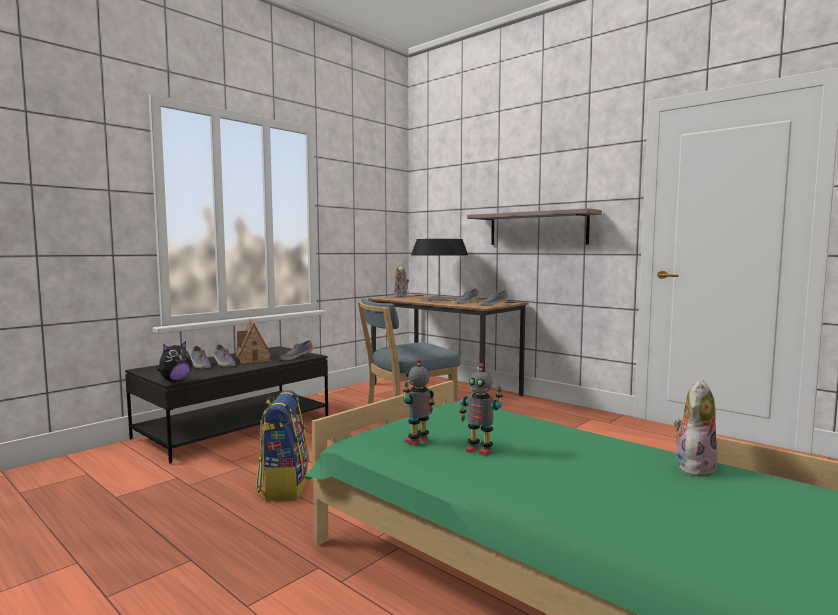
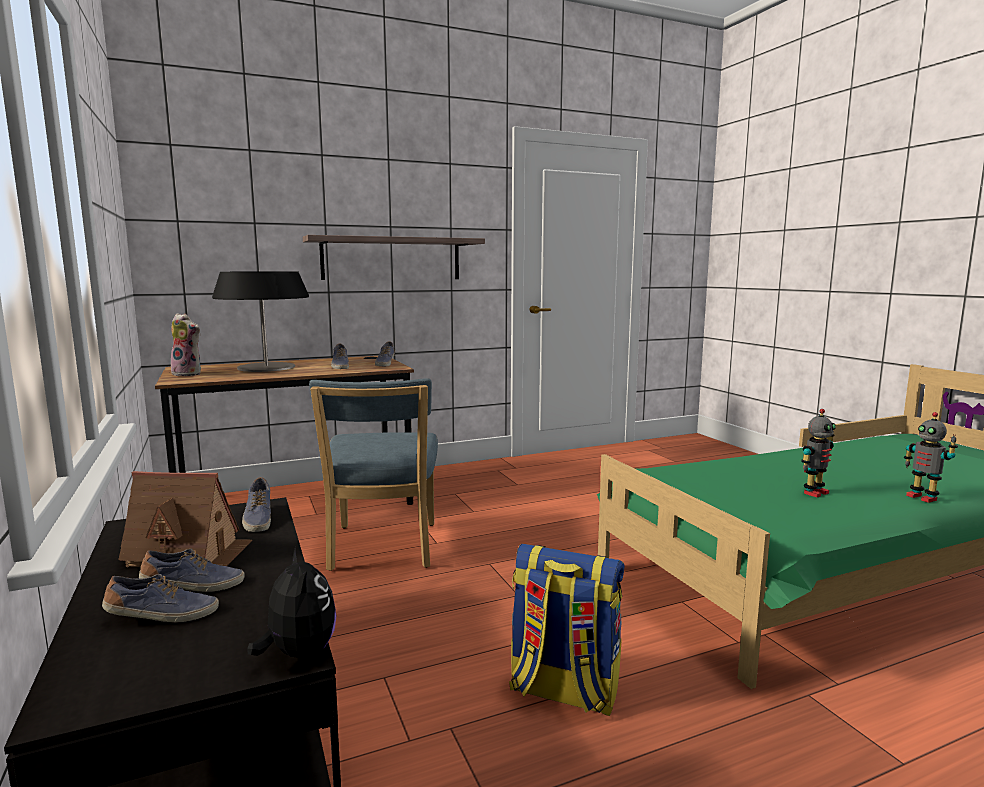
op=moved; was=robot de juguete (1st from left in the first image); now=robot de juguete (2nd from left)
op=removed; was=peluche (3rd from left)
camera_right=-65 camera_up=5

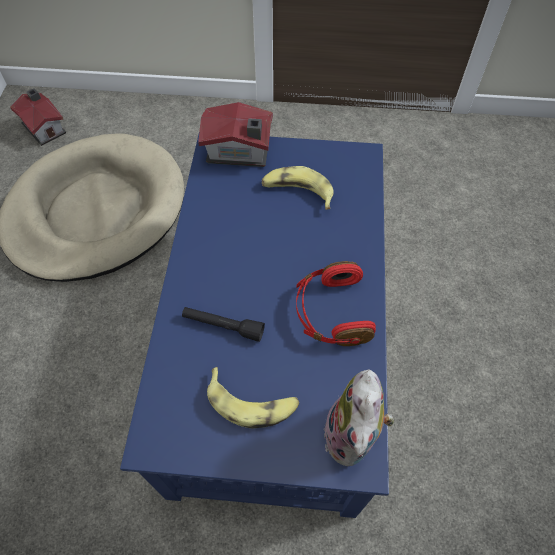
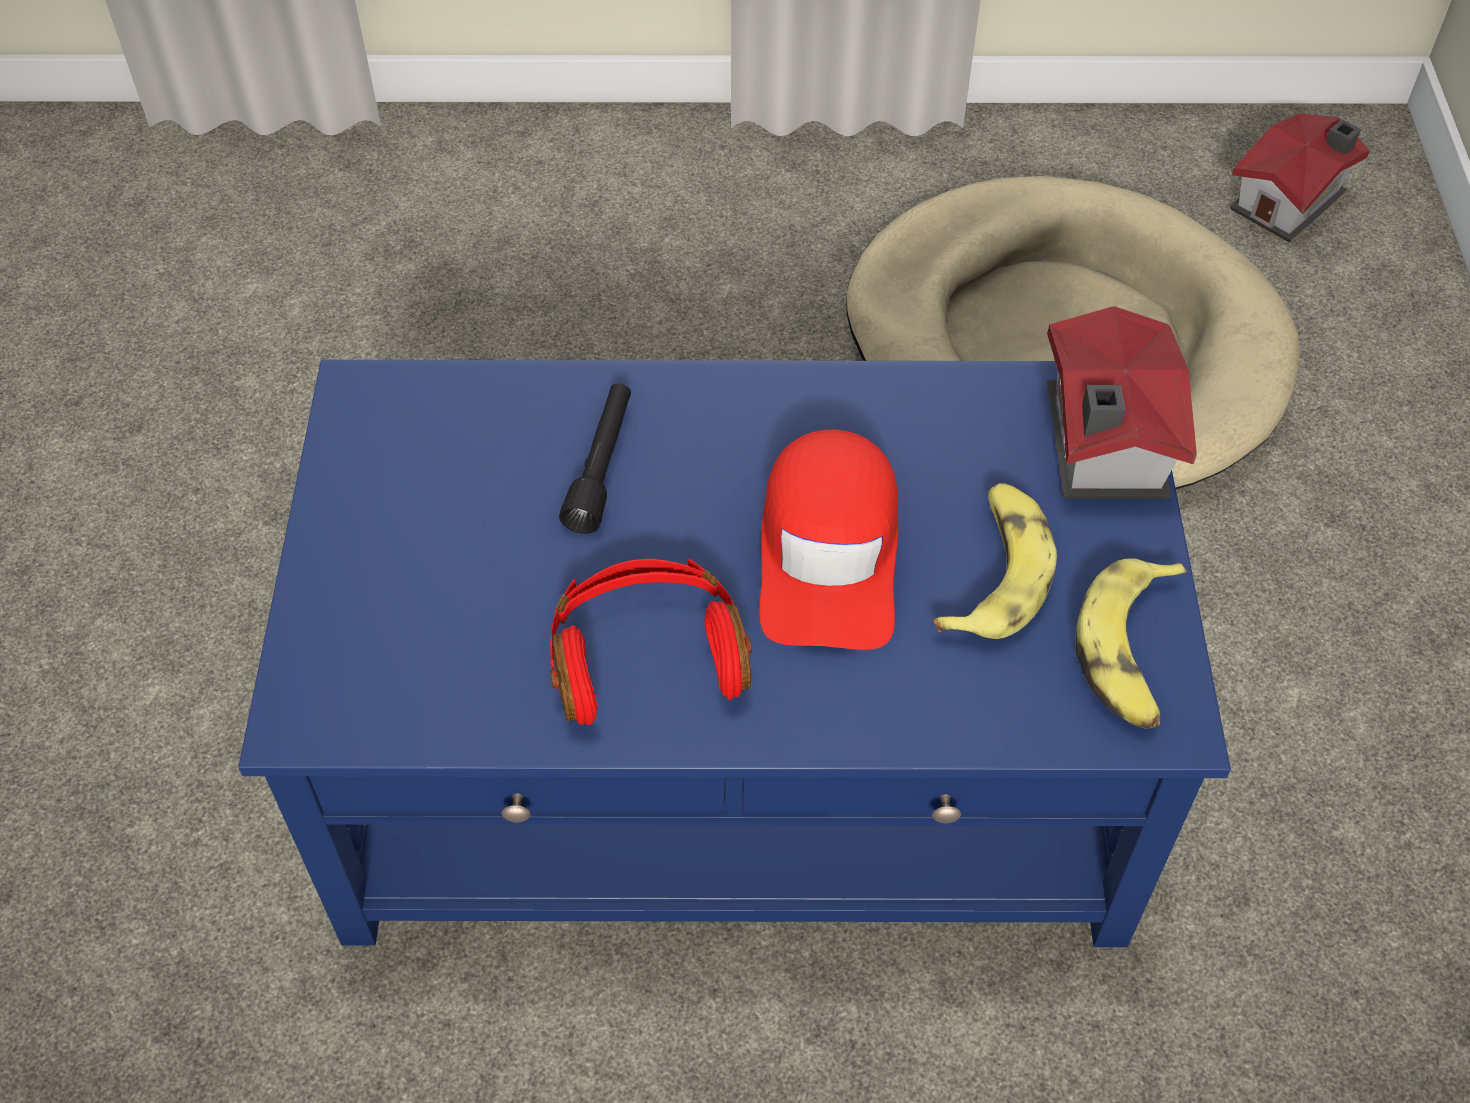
op=moved; was=plátano (1st from left in the first image); now=plátano (2nd from left)
op=removed; was=peluche
op=added; now=gorra/rojo
camera_right=85 camera_up=-5

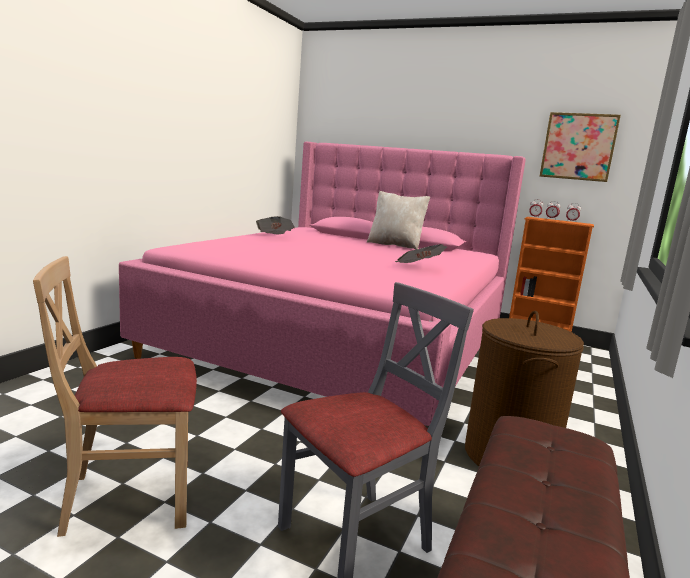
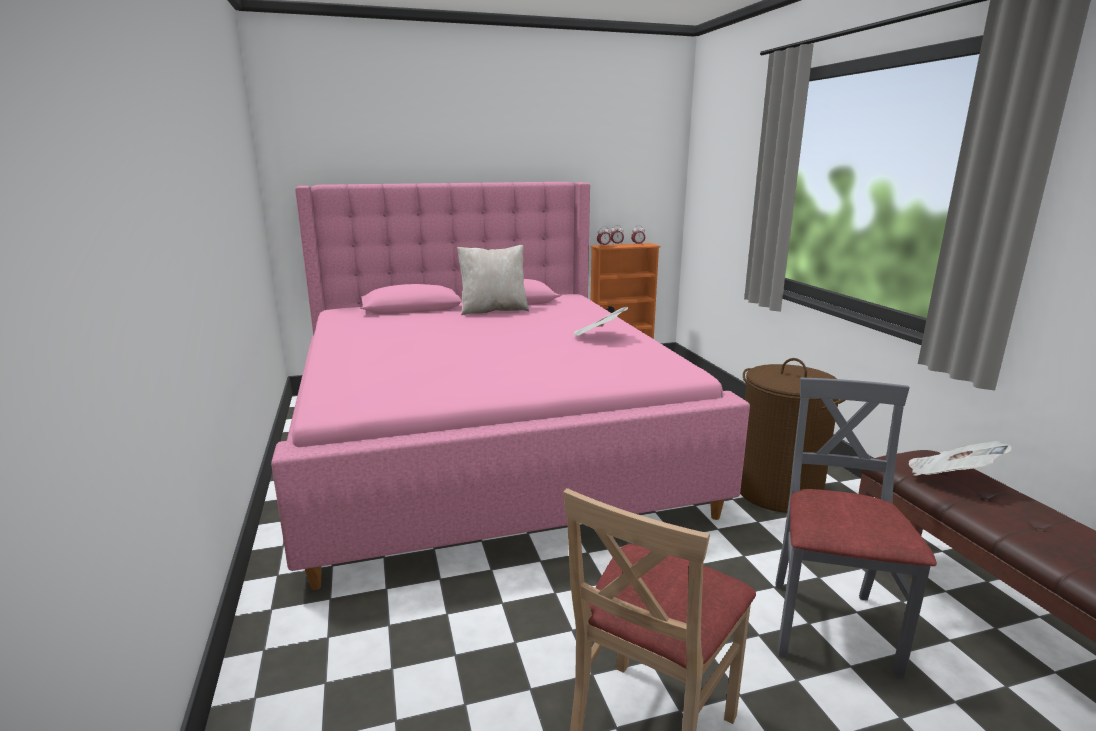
op=moved; was=periódico (1st from left in the first image); now=periódico (2nd from left)
op=removed; was=cuadro
camera_right=-40 camera_up=5

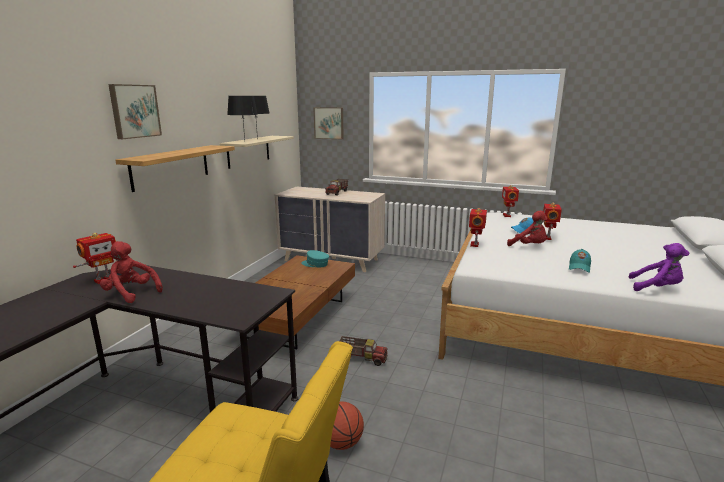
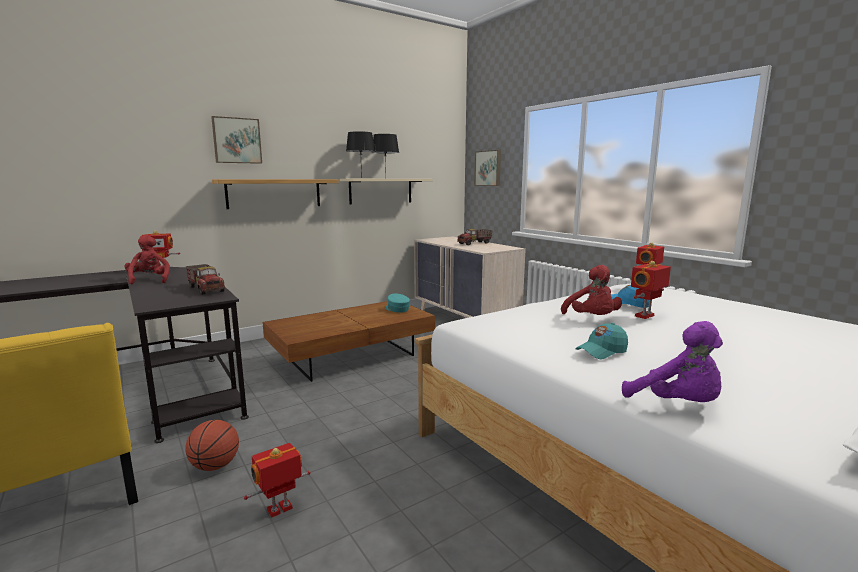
op=moved; was=camión de juguete (2nd from left in the first image); now=camión de juguete (1st from left)
op=moved; was=robot de juguete (2nd from left)
camera_right=35 camera_up=-5

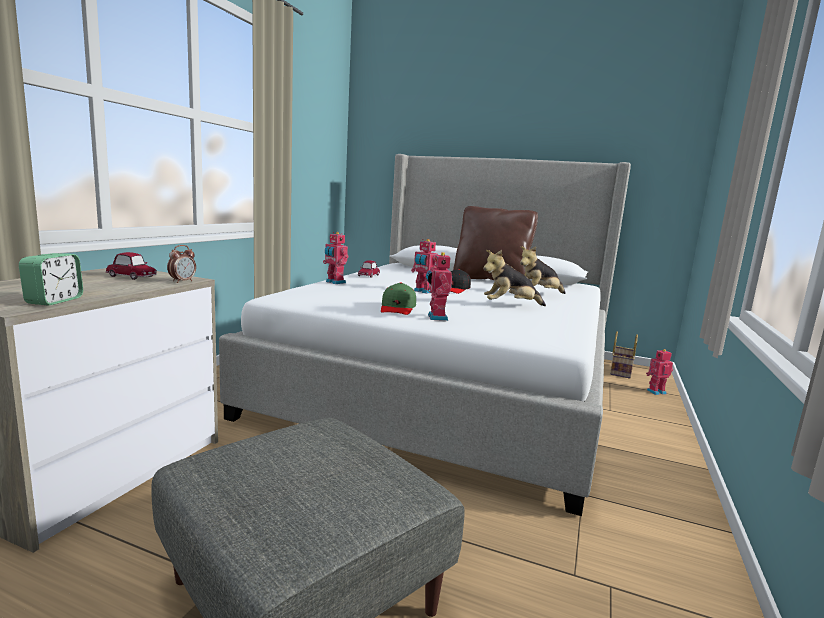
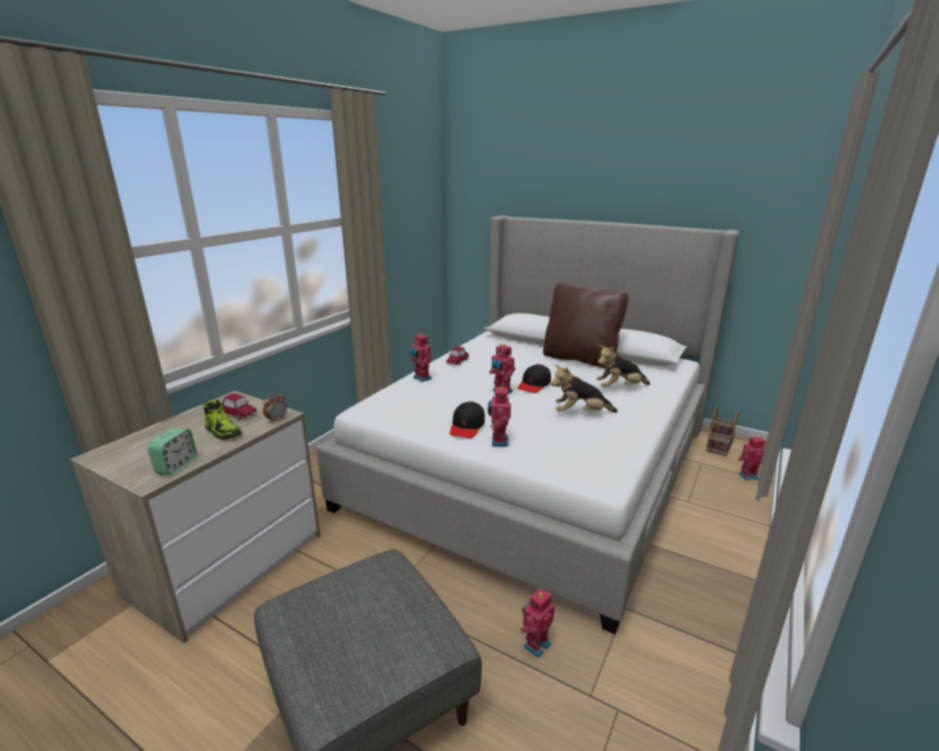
op=recoloured; was=gorra/verde; now=gorra/negro (1st from left)
op=added; now=zapato
op=added; now=robot de juguete (4th from left)
camera_right=10 camera_up=10

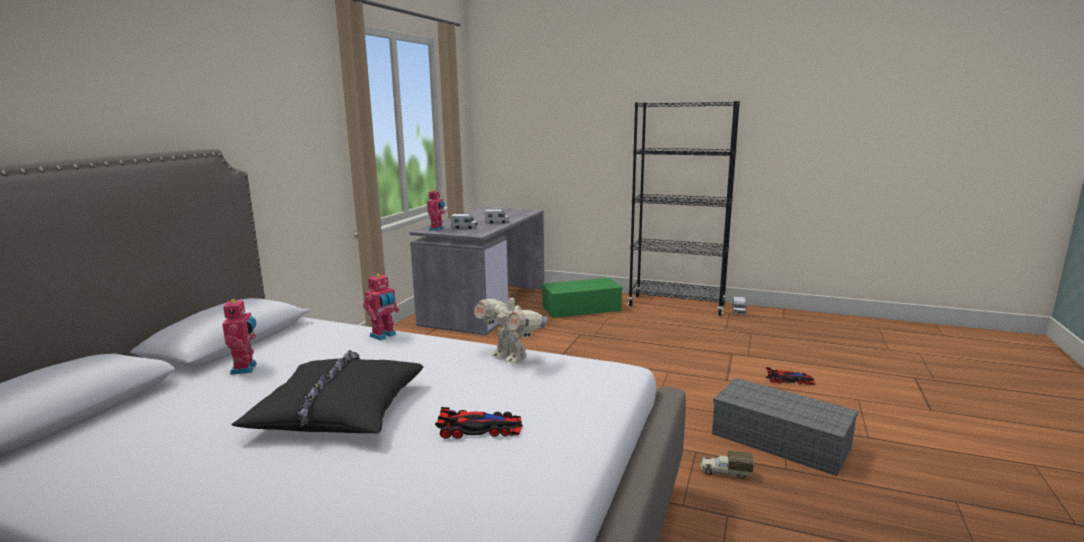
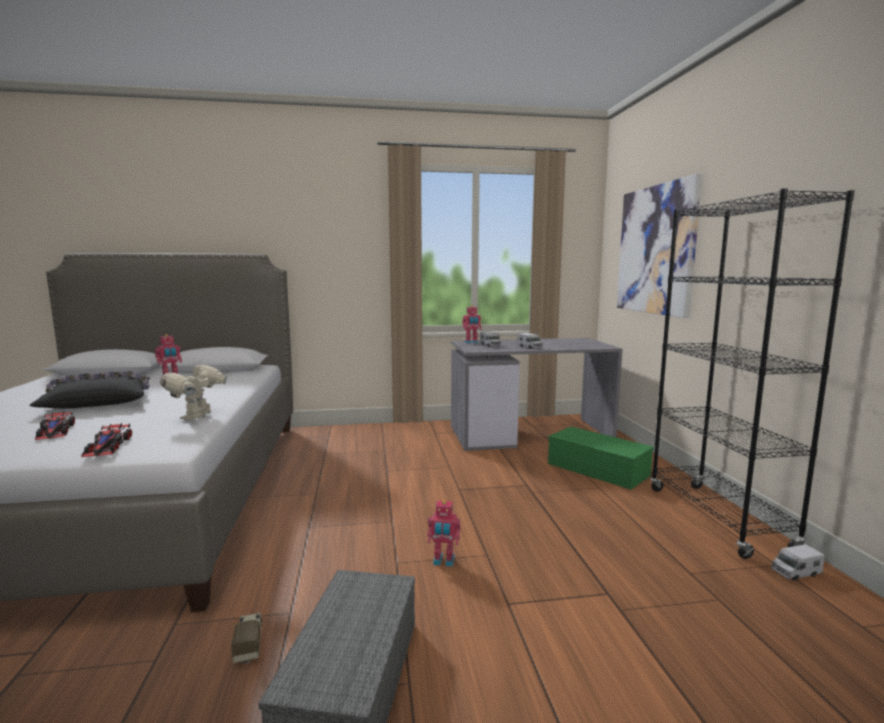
op=moved; was=robot de juguete (2nd from left in the first image); now=robot de juguete (3rd from left)
op=moved; was=coche de juguete (2nd from left)
op=added; now=cuadro
camera_right=60 camera_up=-5

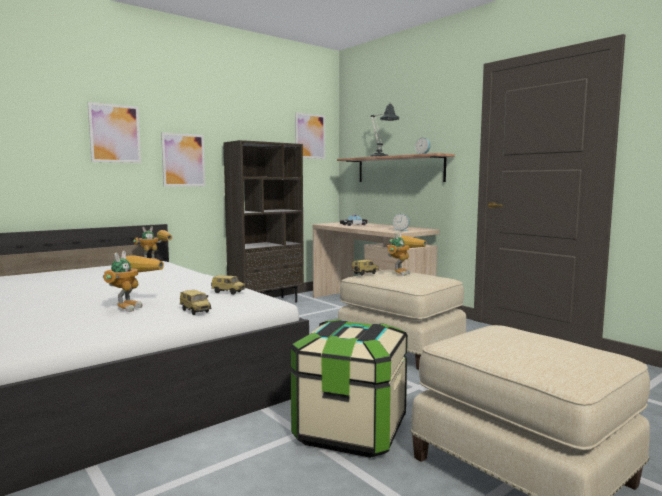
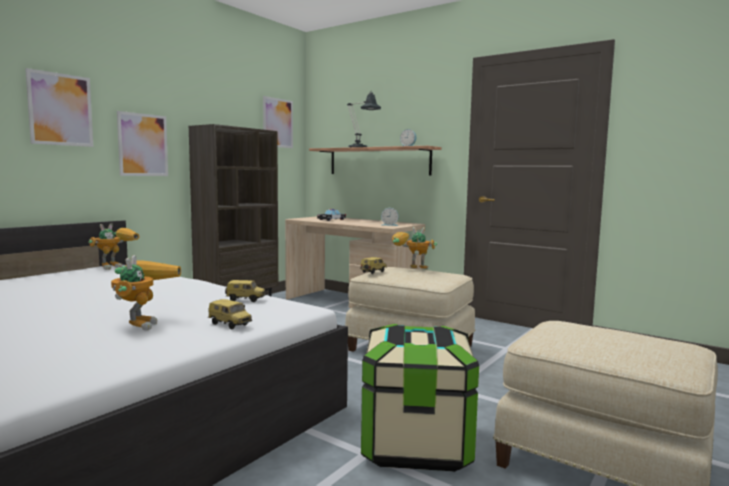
op=turned; was=robot de juguete (3rd from left); clockwise=-90
camera_right=-15 camera_up=0

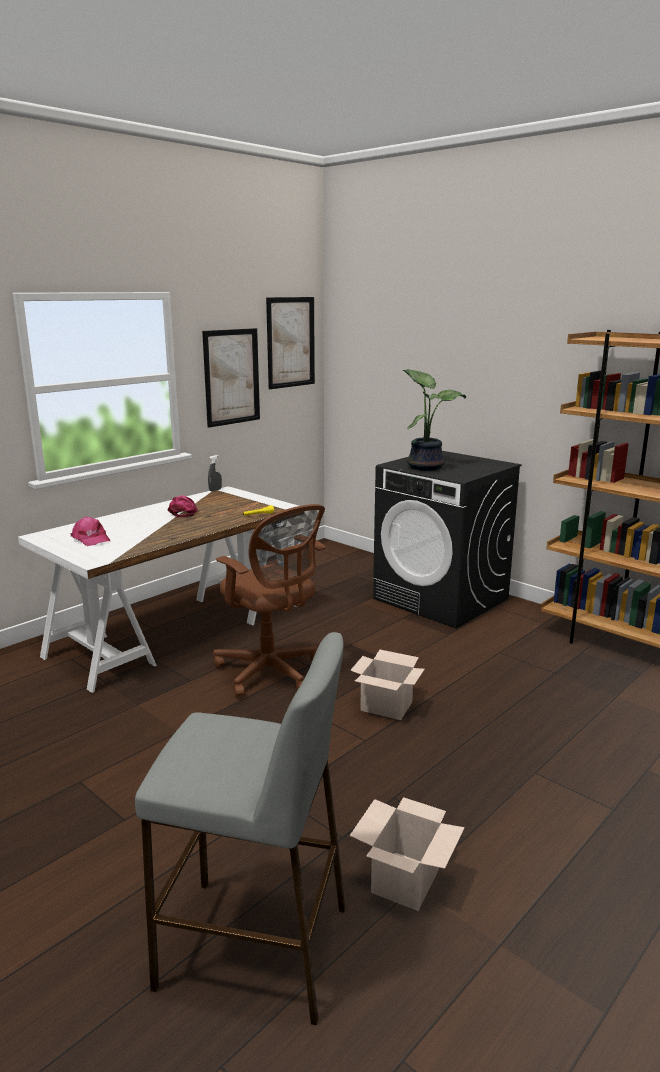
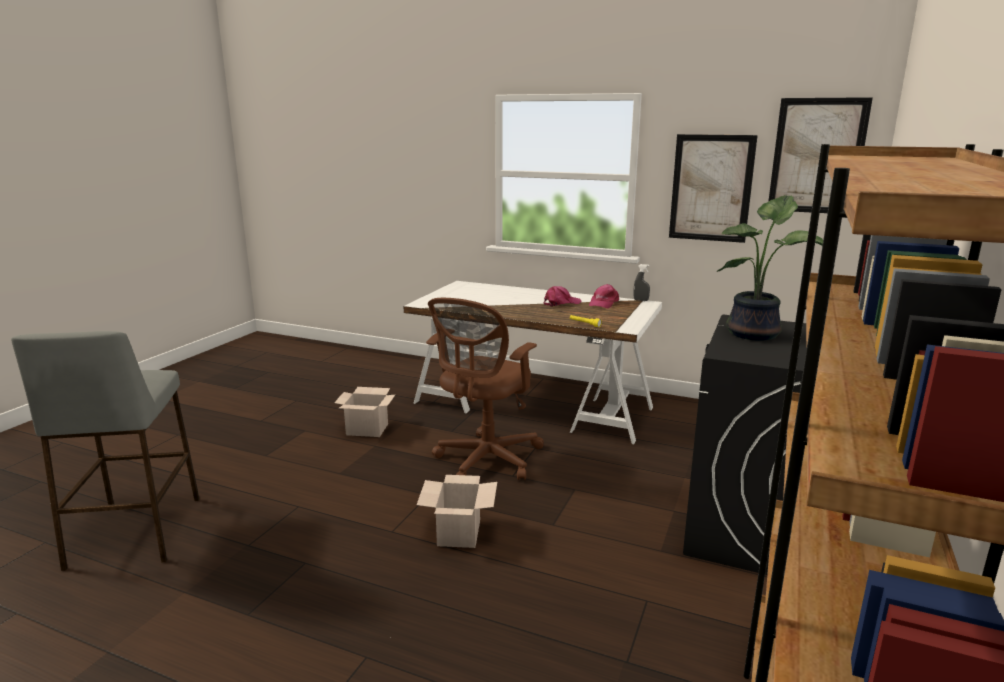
op=moved; was=gorra/rosa (1st from left in the first image); now=gorra/rosa (2nd from left)
op=moved; was=caja de cartón (2nd from left in the first image); now=caja de cartón (1st from left)
camera_right=70 camera_up=0

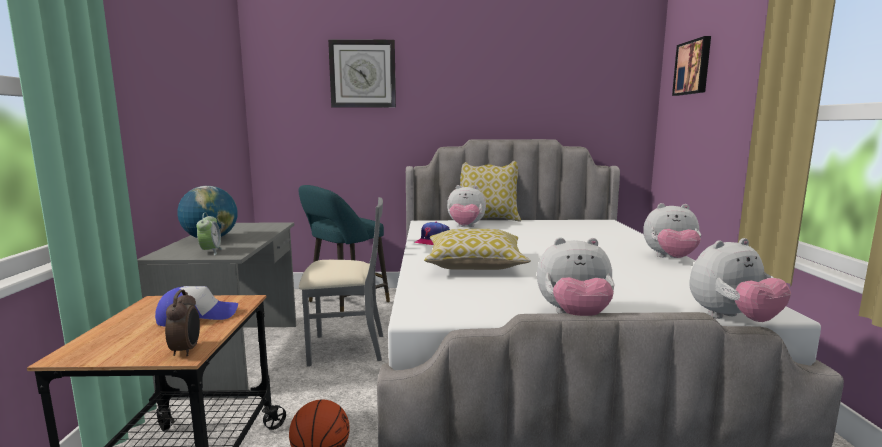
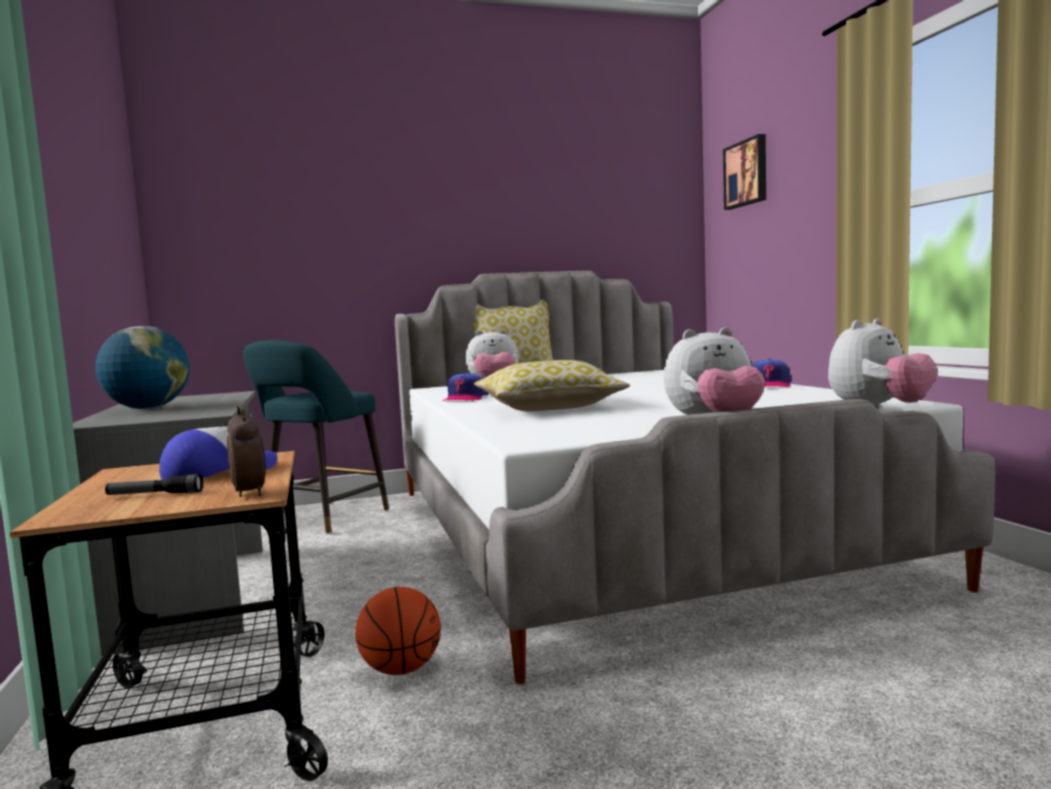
op=removed; was=despertador (2nd from left)
op=removed; was=silla/gris
op=removed; was=reloj de pared
op=replaced; was=peluche (3rd from left); now=gorra (3rd from left)
op=added; now=linterna
camera_right=-15 camera_up=-5

